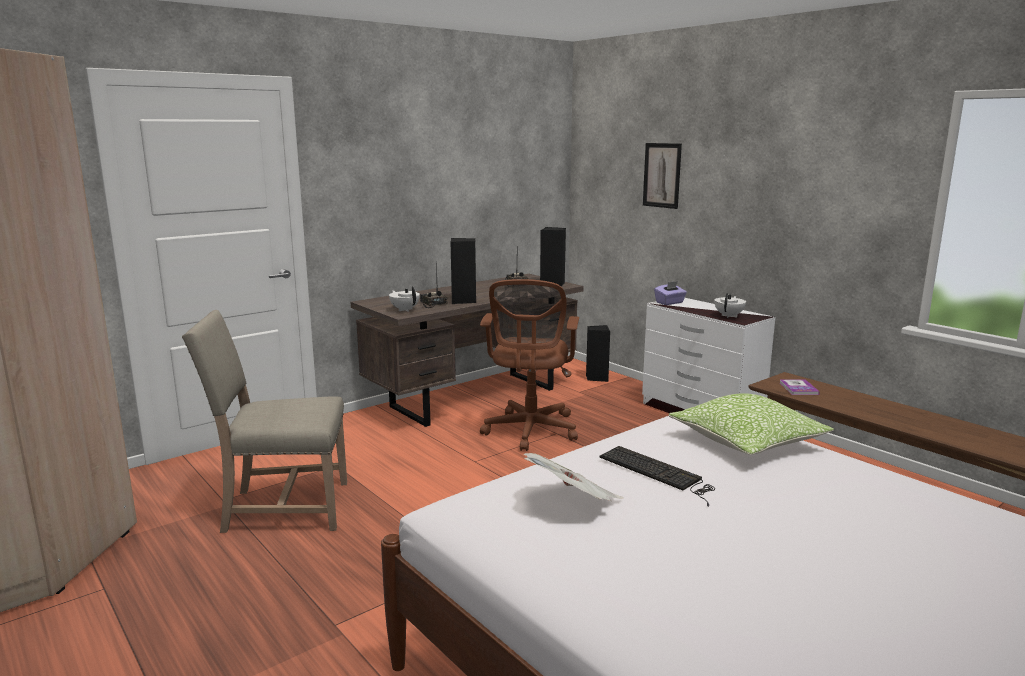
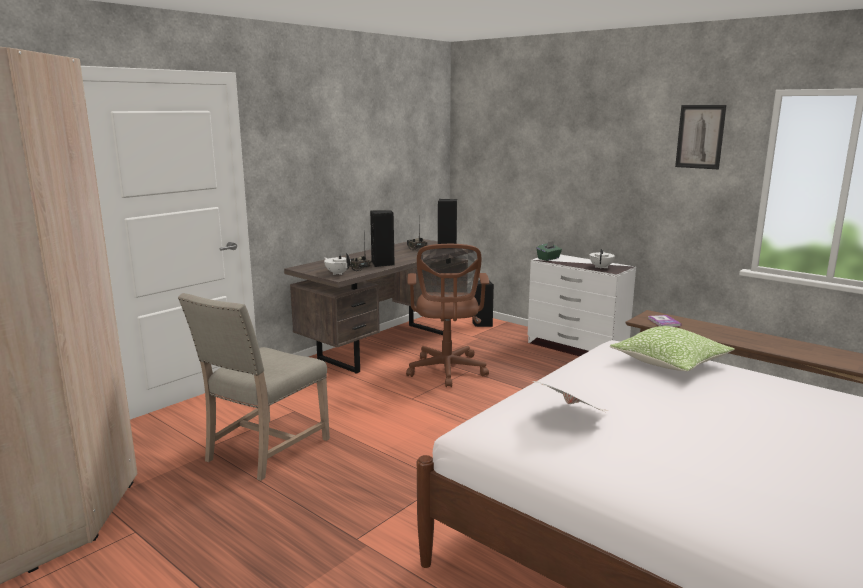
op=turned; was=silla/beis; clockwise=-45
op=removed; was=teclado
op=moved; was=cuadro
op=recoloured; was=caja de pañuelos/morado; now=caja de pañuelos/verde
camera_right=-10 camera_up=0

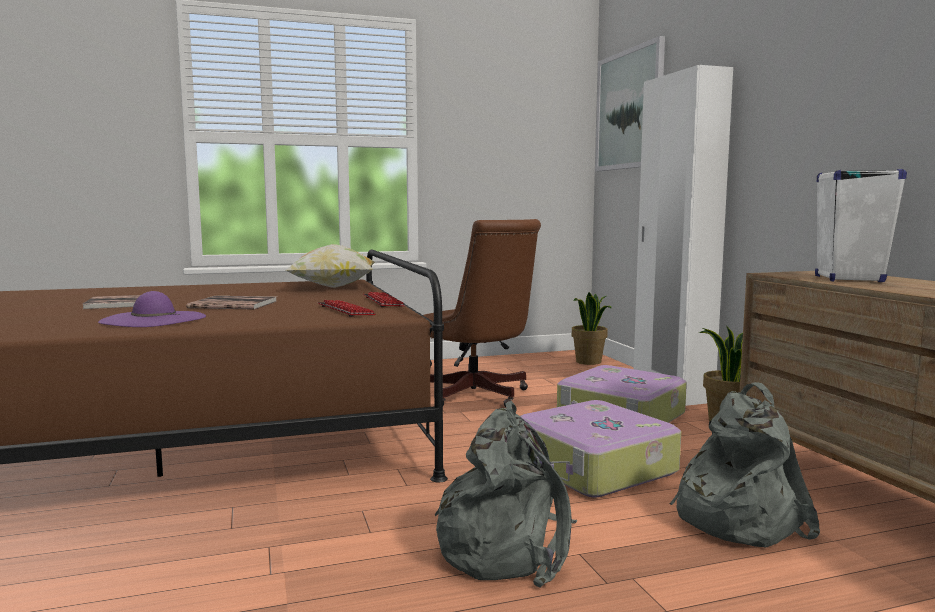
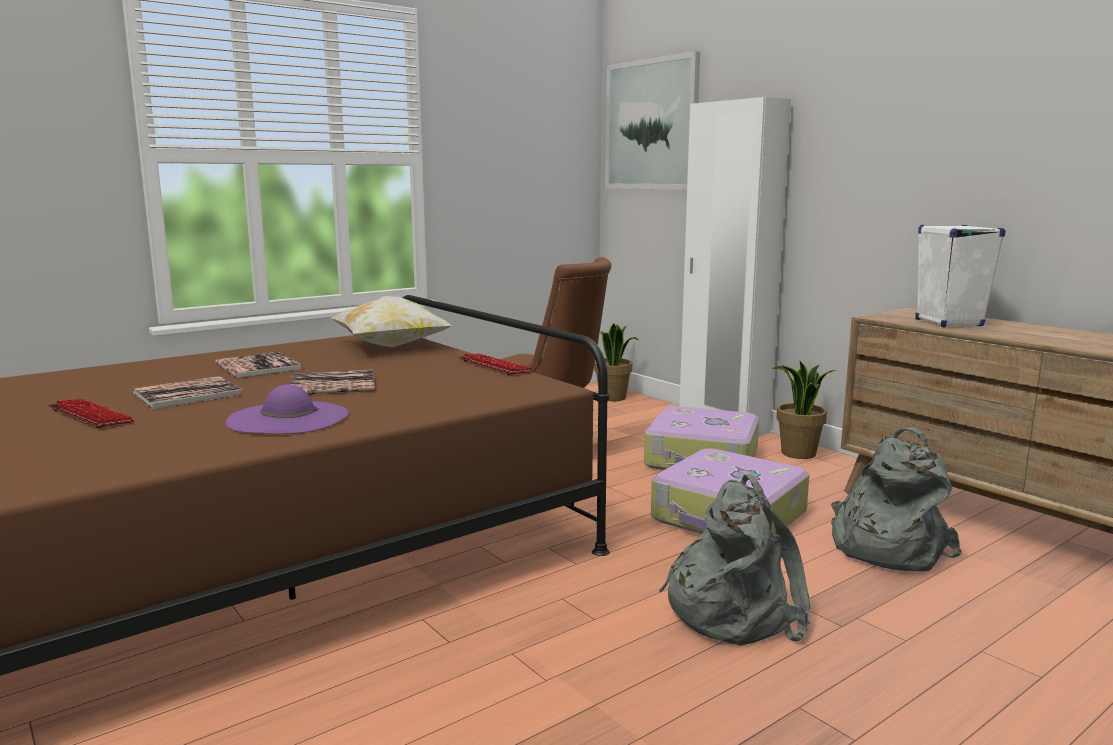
op=moved; was=teclado (1st from left)
op=added; now=libro (2nd from left)
camera_right=-20 camera_up=5

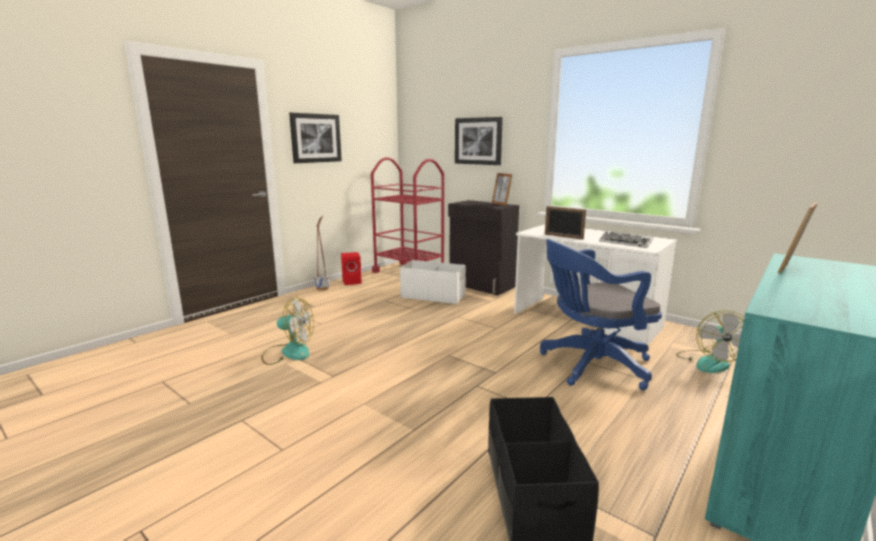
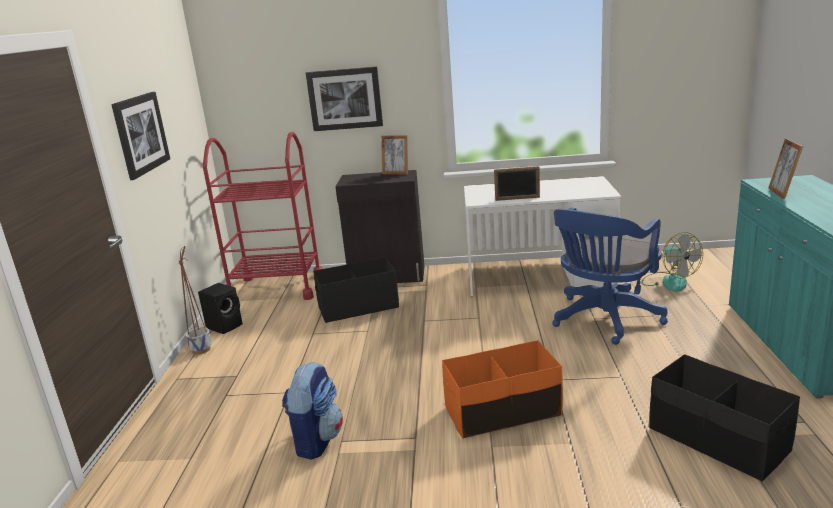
op=replaced; was=ventilador (1st from left); now=mochila
op=recoloured; was=altavoz/rojo; now=altavoz/negro
op=recoloured; was=caja de almacenaje/blanco; now=caja de almacenaje/negro (1st from left)
op=removed; was=teclado
op=added; now=caja de almacenaje/naranja
camera_right=-35 camera_up=5

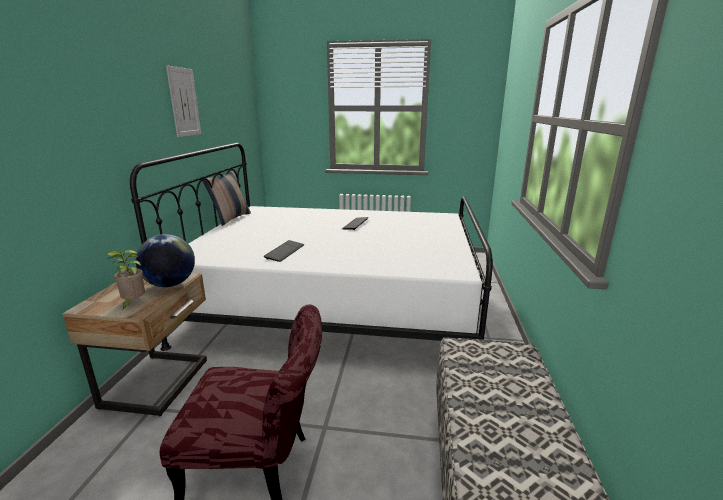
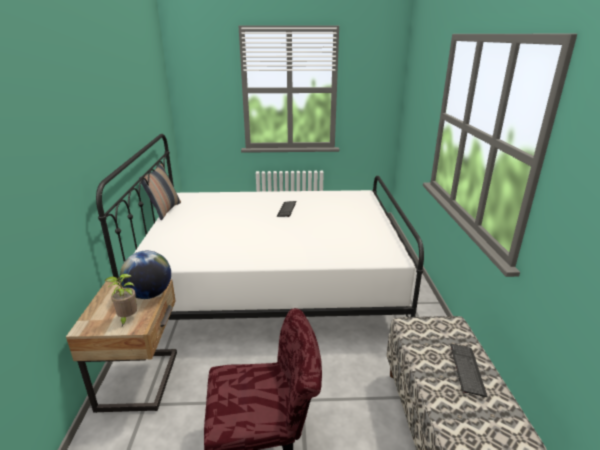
op=removed; was=cuadro
op=moved; was=teclado (1st from left in the first image); now=teclado (2nd from left)
camera_right=-10 camera_up=5

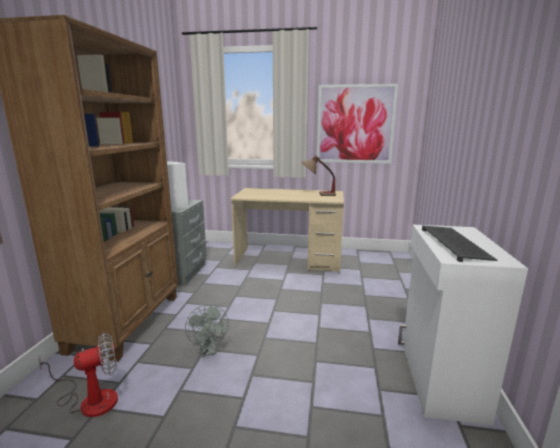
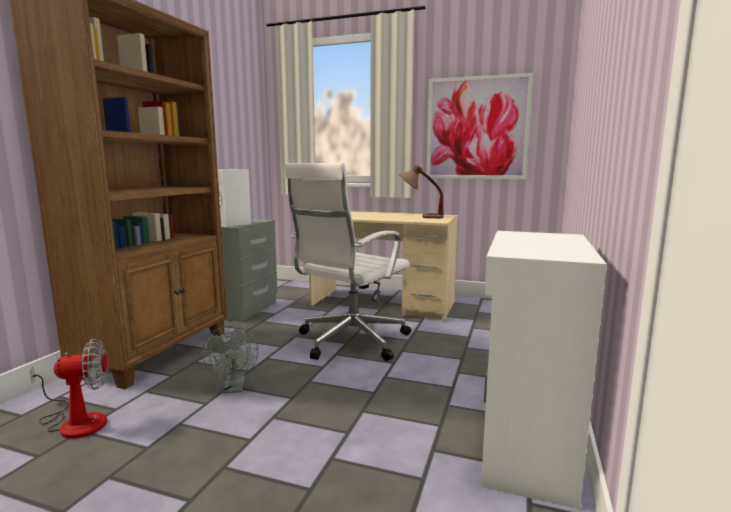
op=removed; was=teclado
op=added; now=silla de oficina/blanco
camera_right=10 camera_up=-5

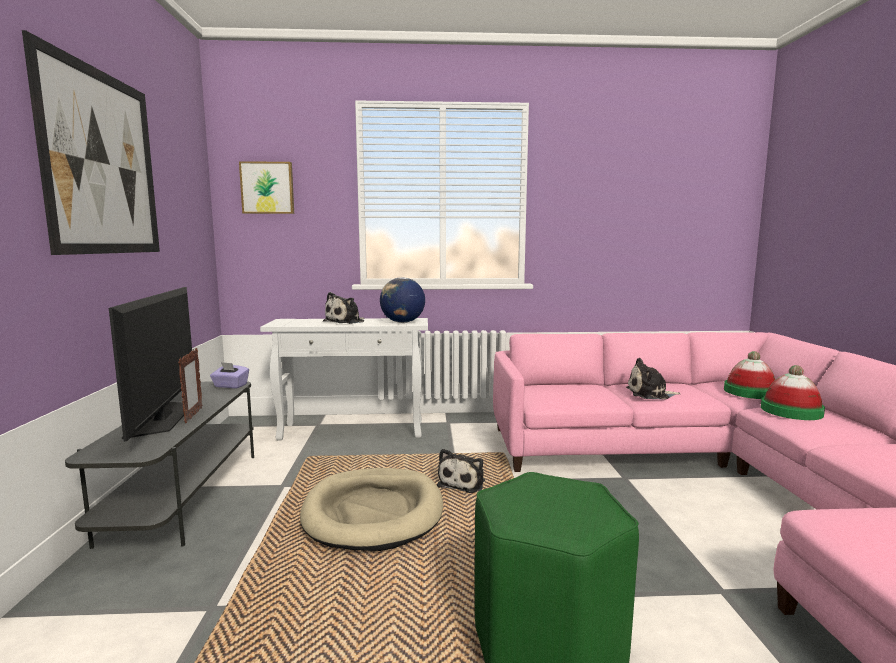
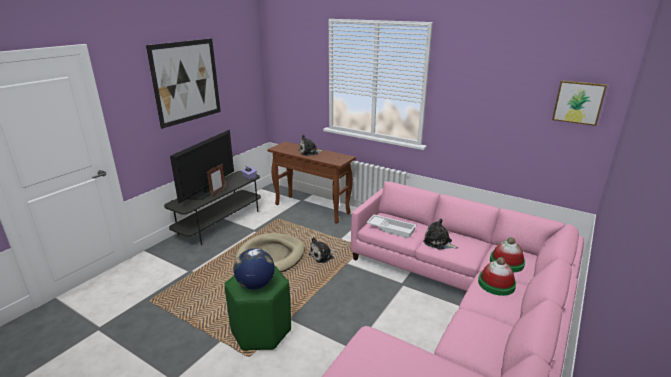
op=moved; was=cuadro (2nd from left)
op=recoloured; was=mesa consola/blanco; now=mesa consola/marrón
op=moved; was=globo terráqueo
op=added; now=bandeja/blanco
camera_right=35 camera_up=15

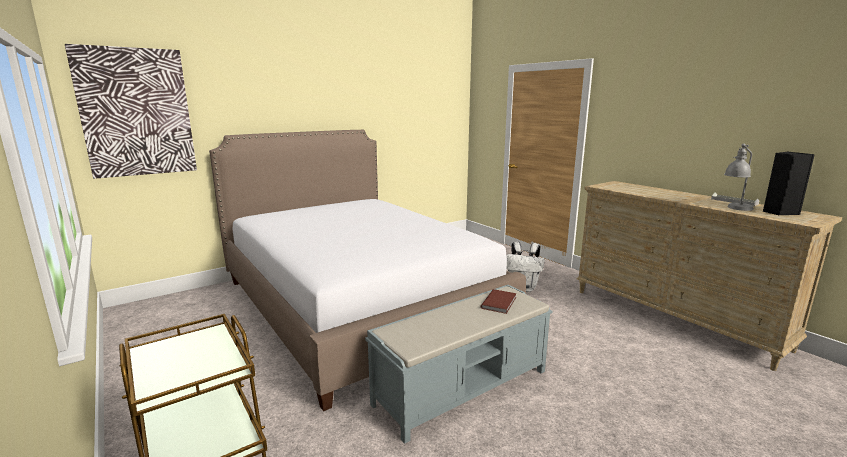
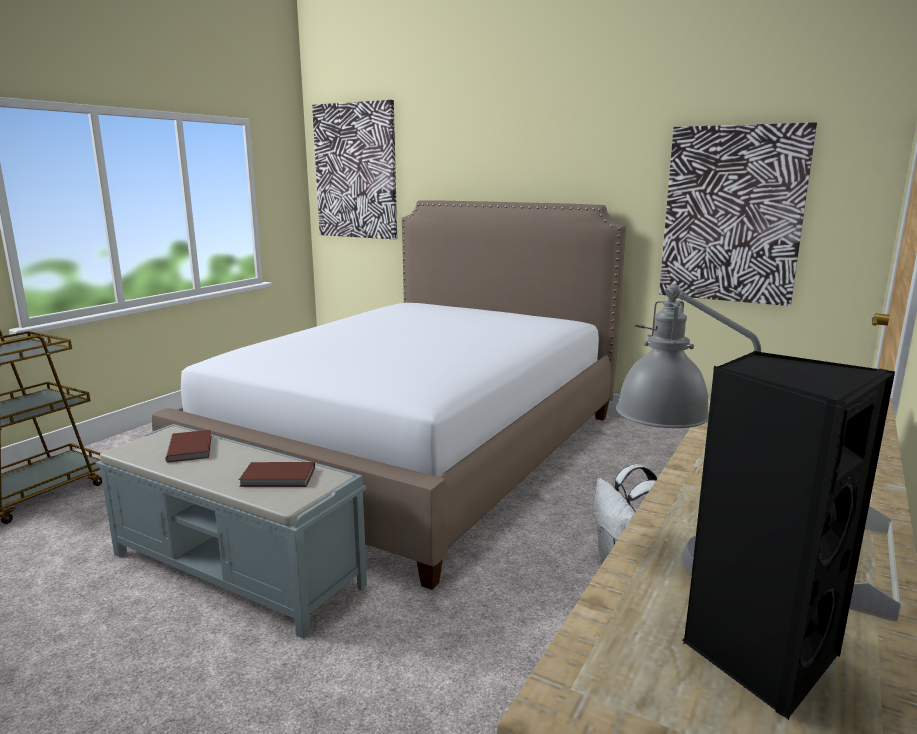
op=added; now=libro/marrón (1st from left)
op=added; now=cuadro (2nd from left)
camera_right=65 camera_up=0

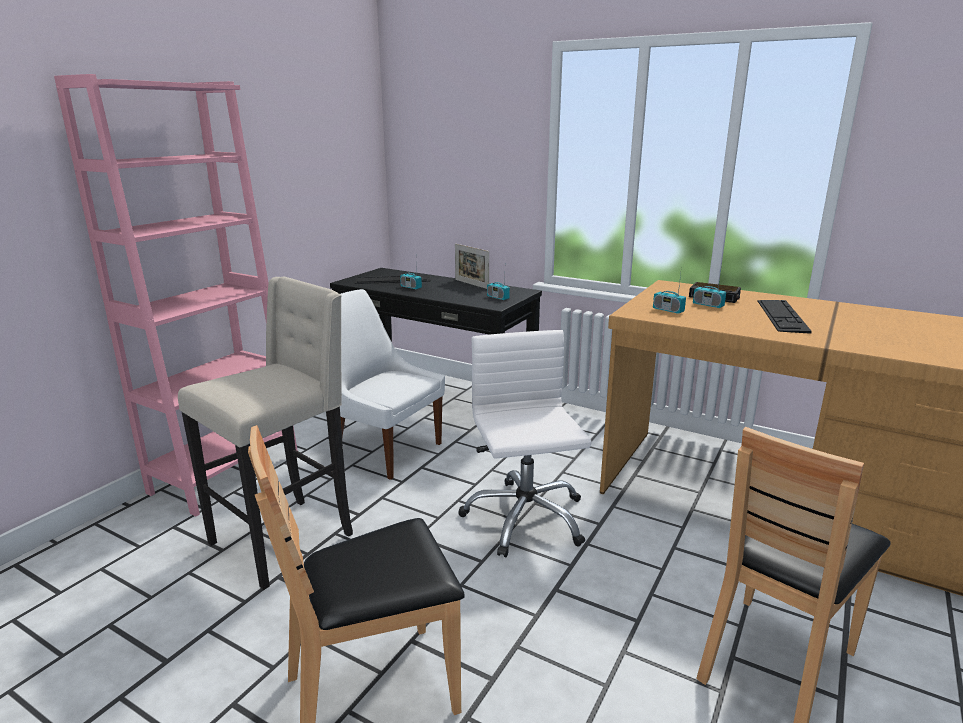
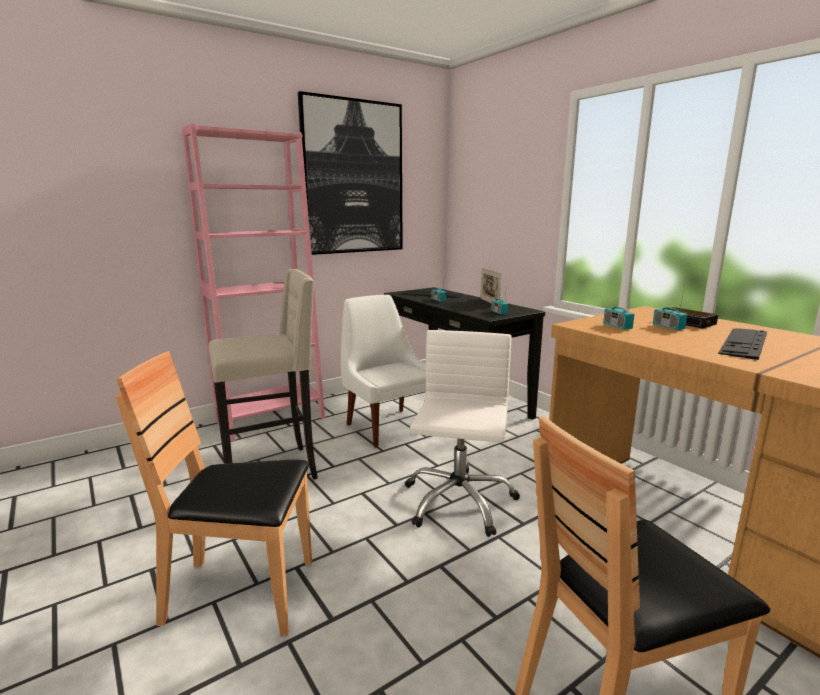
op=added; now=cuadro
camera_right=25 camera_up=-5

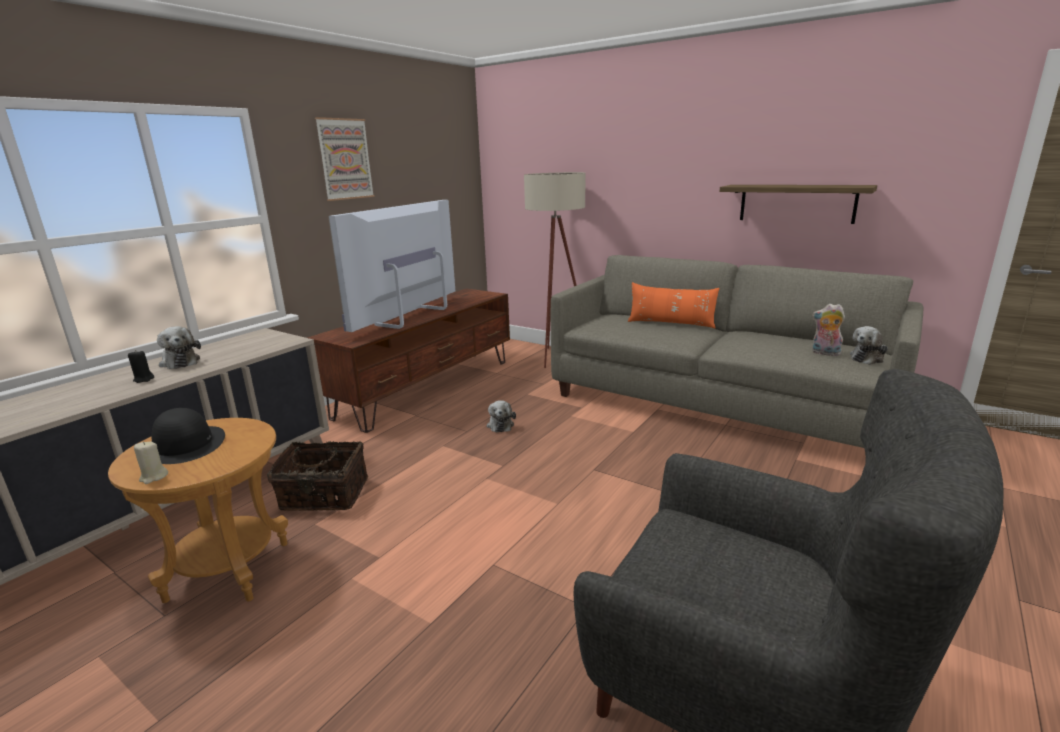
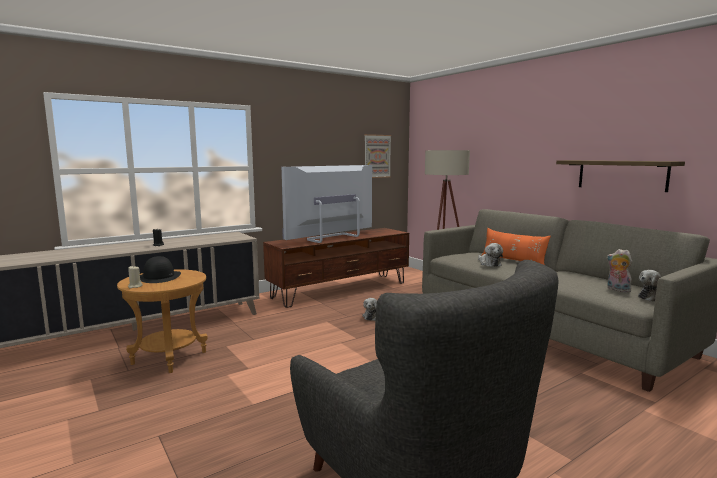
op=moved; was=peluche (1st from left in the first image); now=peluche (2nd from left)
op=removed; was=cesta
op=moved; was=cuadro
camera_right=20 camera_up=-10

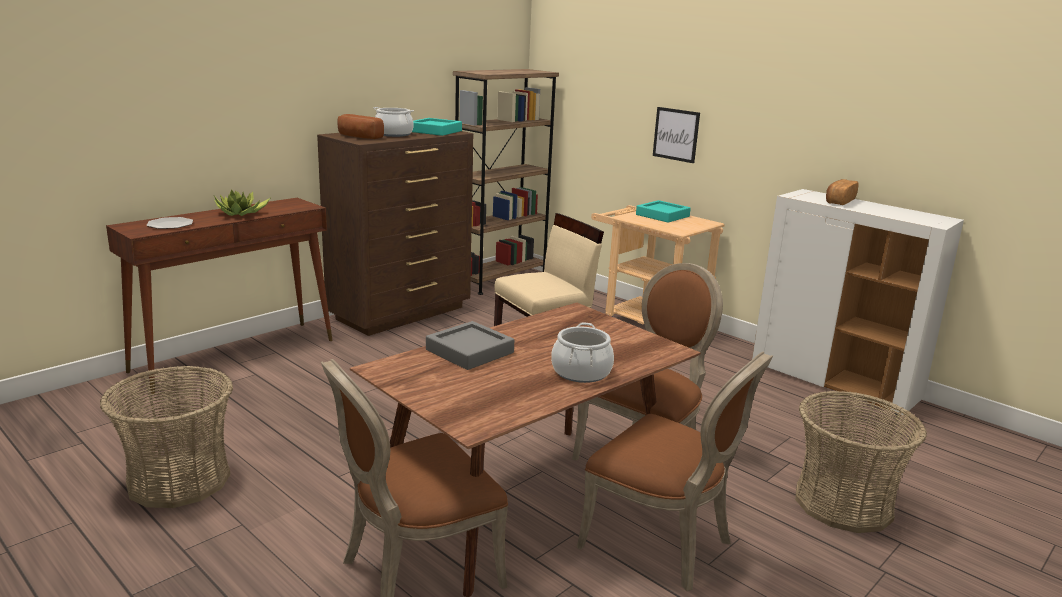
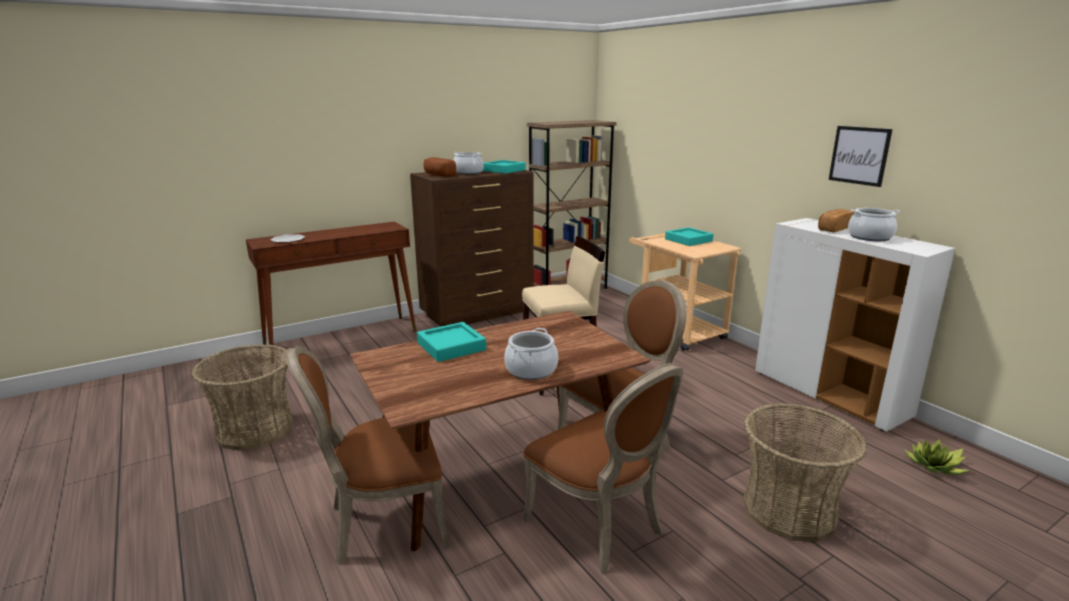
op=moved; was=planta en maceta
op=recoloured; was=bandeja/gris; now=bandeja/turquesa (1st from left)
op=moved; was=cuadro
op=added; now=olla (3rd from left)
camera_right=15 camera_up=0

